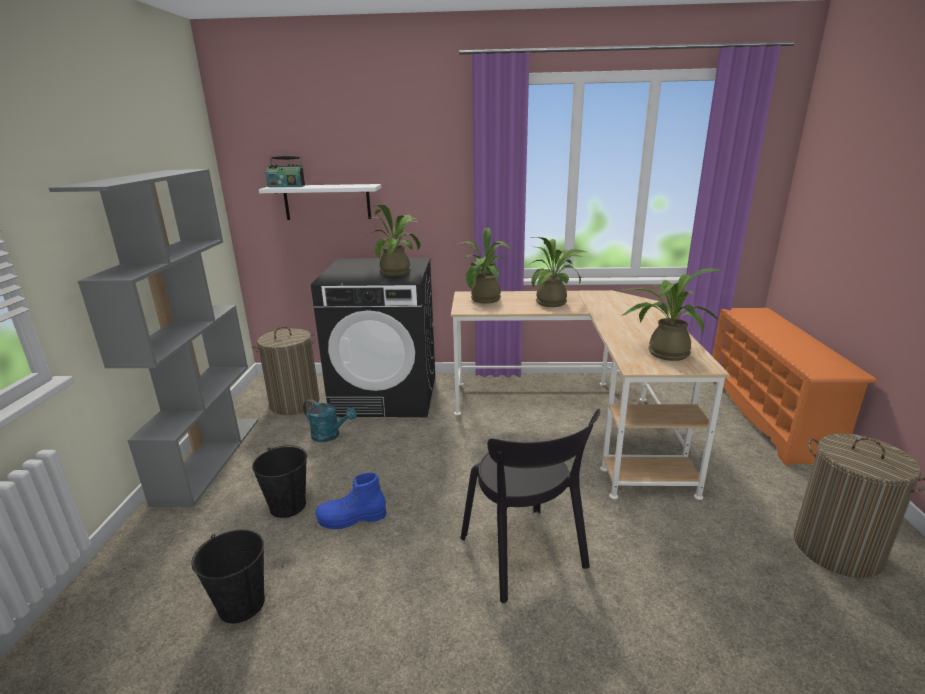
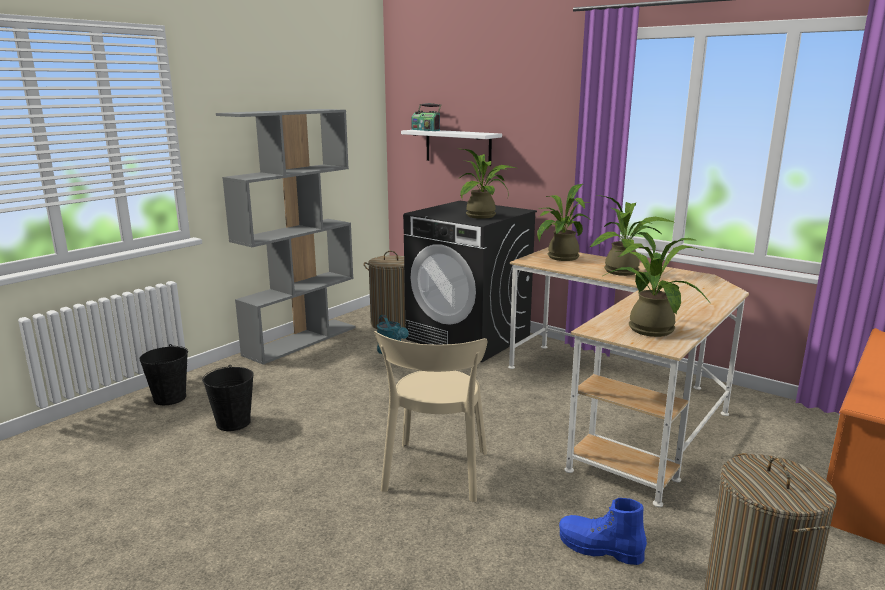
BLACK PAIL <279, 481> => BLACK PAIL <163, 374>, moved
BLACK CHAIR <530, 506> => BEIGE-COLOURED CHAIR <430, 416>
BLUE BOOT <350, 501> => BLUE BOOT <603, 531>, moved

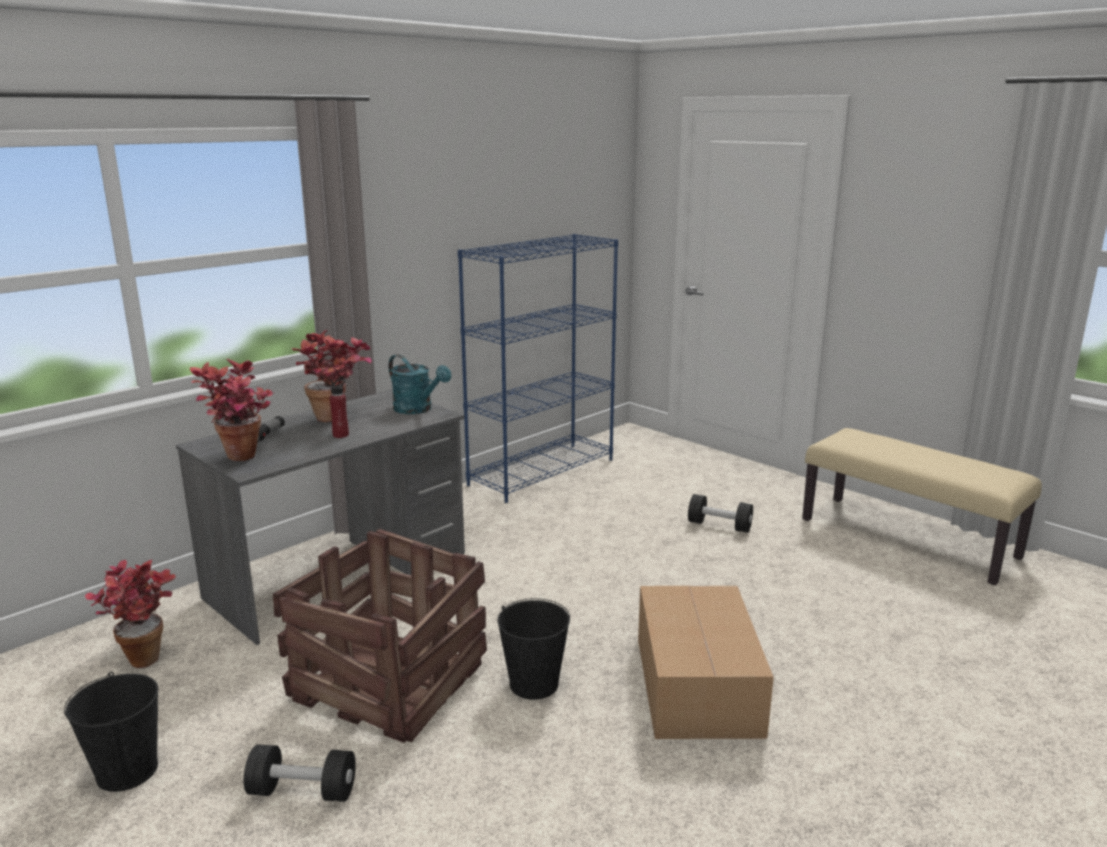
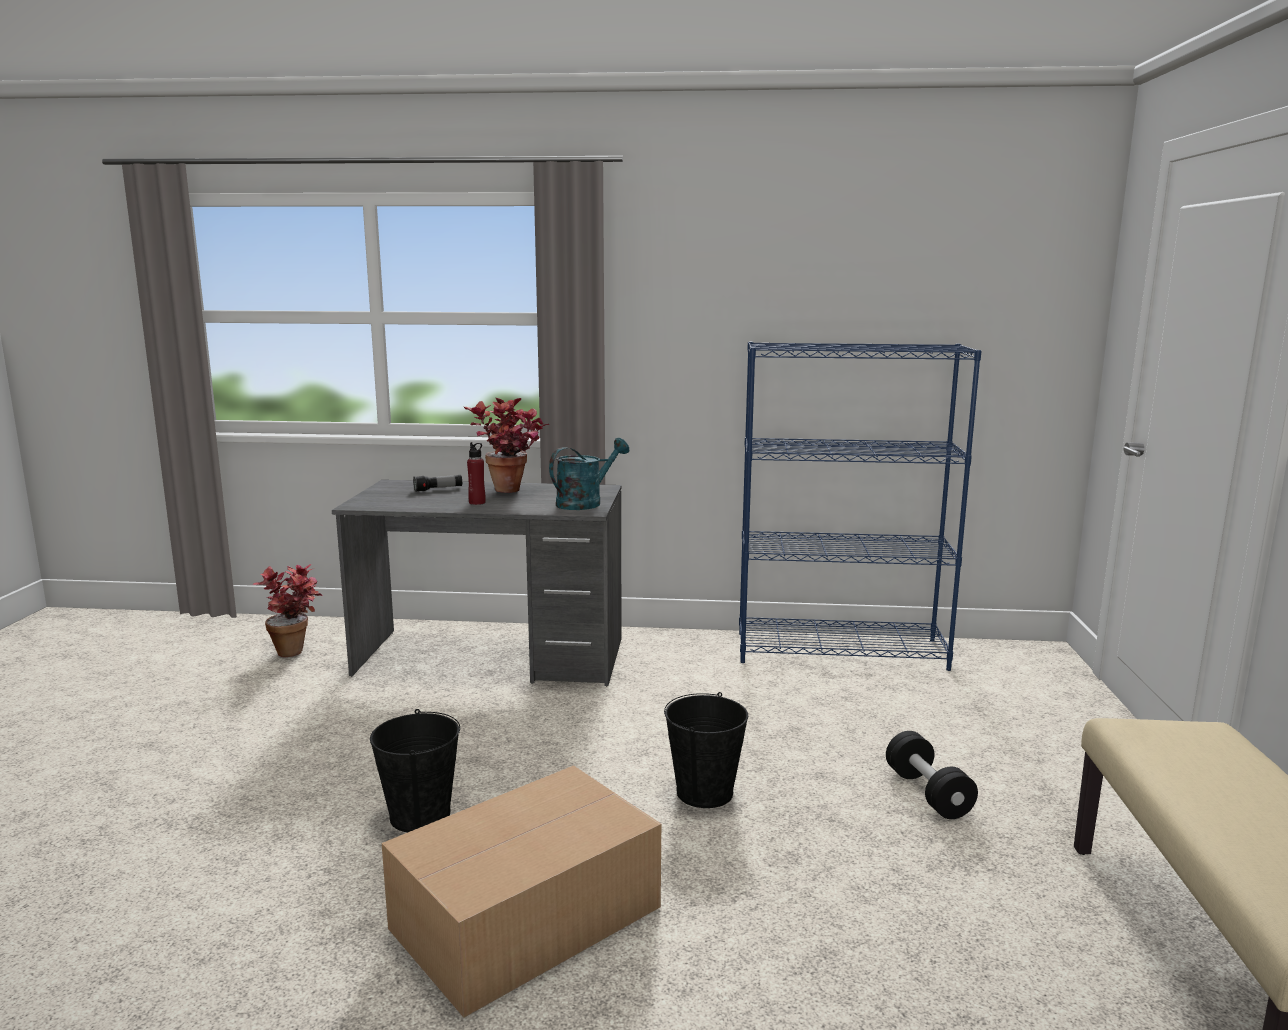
BLUE-GREEN WATERING CAN <419, 384> => BLUE-GREEN WATERING CAN <589, 474>, 135 degrees counterclockwise
BLACK PAIL <111, 732> => BLACK PAIL <706, 750>, moved
PLANT IN A POT <232, 409> => nothing
BLACK FREE WEIGHT <300, 773> => nothing
SHIPPING CRATE <380, 635> => nothing

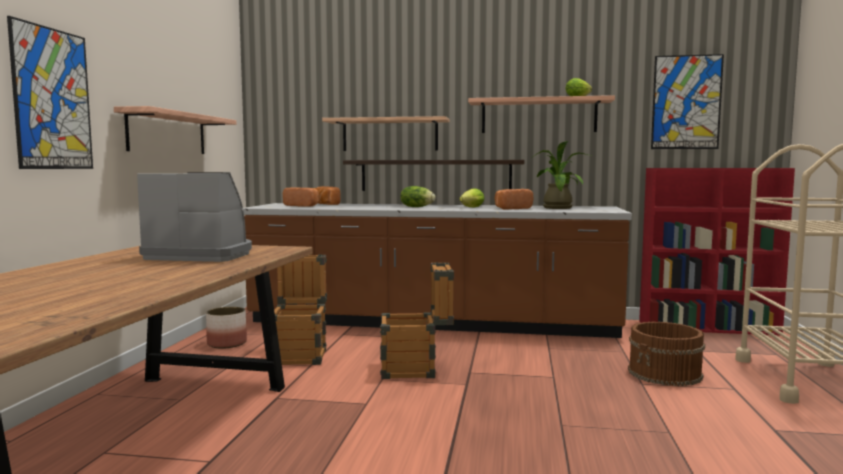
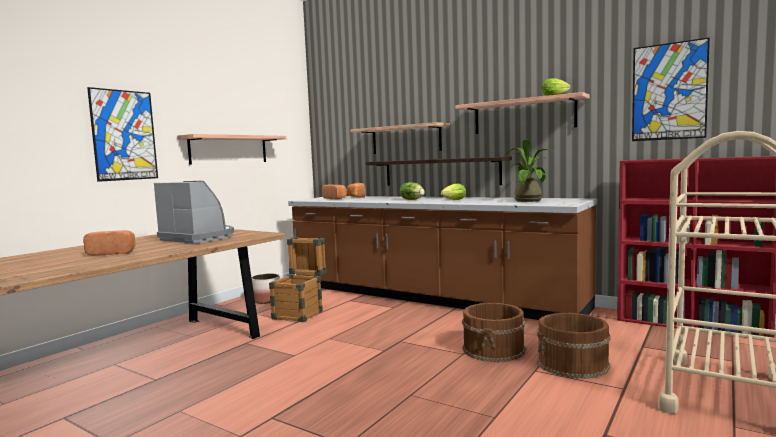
BAKERY BREAD <514, 199> => BAKERY BREAD <109, 242>, moved
nothing => BROWN-COLOURED PAIL <493, 332>
SHIPPING CRATE <417, 320> => nothing

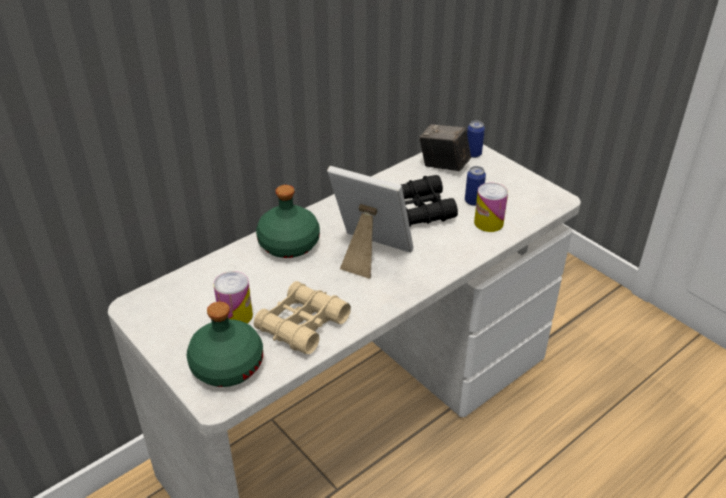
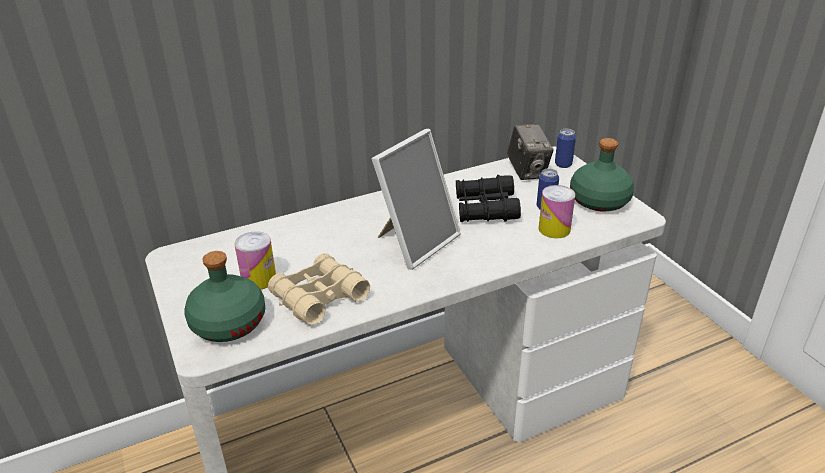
PICTURE FRAME <370, 222> => PICTURE FRAME <416, 199>, 90 degrees clockwise
STILL CAMERA <445, 147> => STILL CAMERA <530, 152>, 150 degrees counterclockwise
GREENISH DRINK BOTTLE <288, 221> => GREENISH DRINK BOTTLE <602, 175>, moved

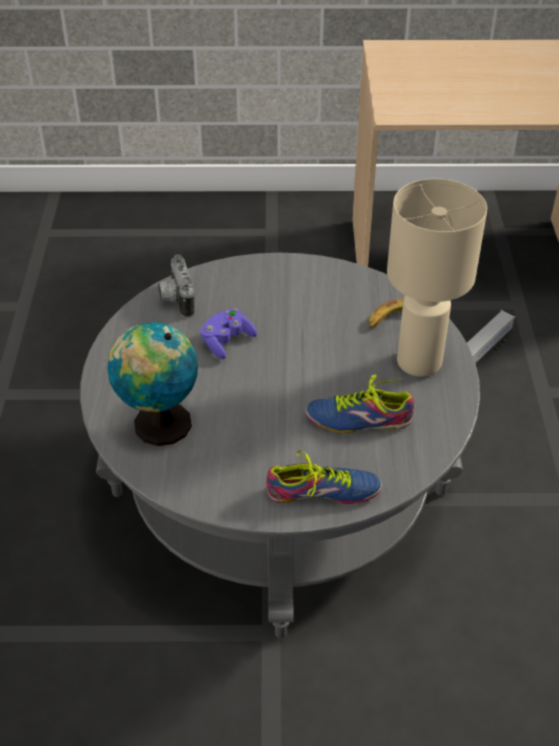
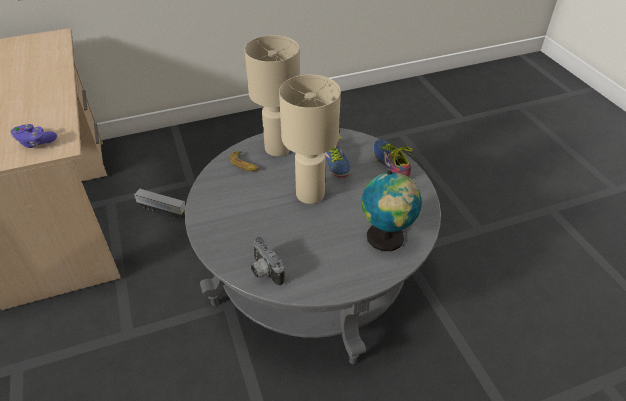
PURPLE GAMEPAD <228, 333> => PURPLE GAMEPAD <34, 136>, moved
STILL CAMERA <176, 286> => STILL CAMERA <268, 261>, 90 degrees clockwise
nothing => BEIGE-COLOURED TABLETOP LAMP <310, 139>

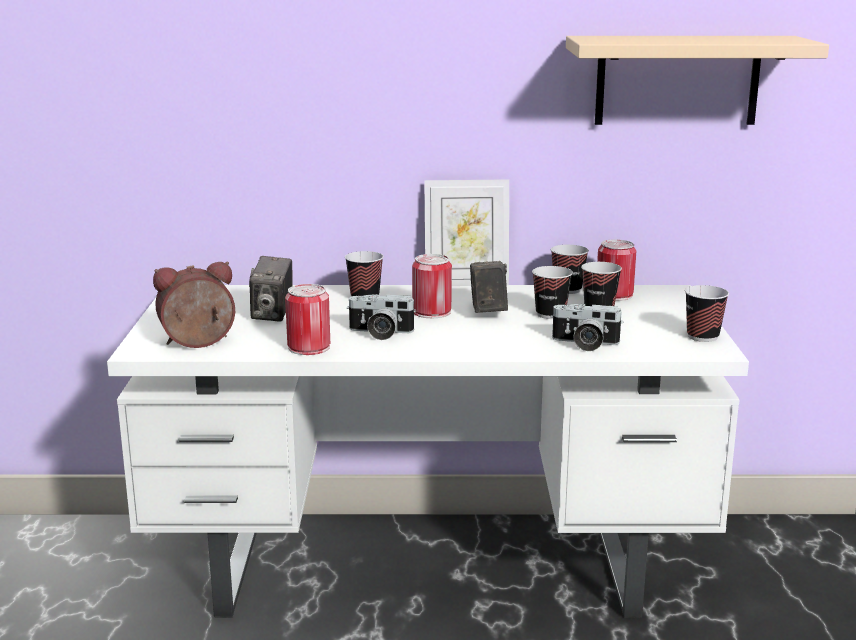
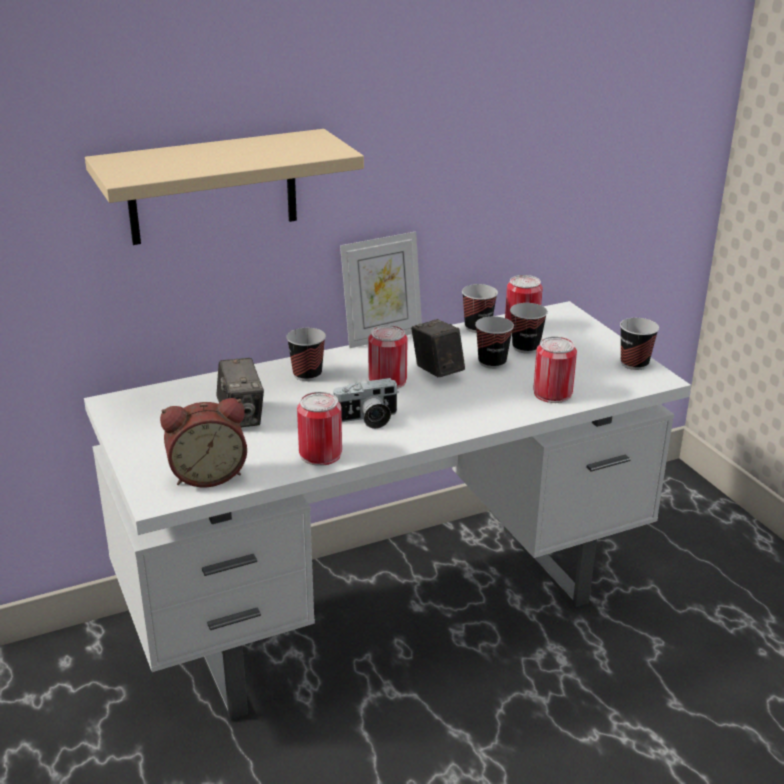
BEIGE-COLOURED SHELF <697, 80> => BEIGE-COLOURED SHELF <224, 187>, moved
TABLE CLOCK <194, 304> => TABLE CLOCK <203, 442>, 150 degrees counterclockwise
STILL CAMERA <587, 327> => METAL CAN <555, 369>

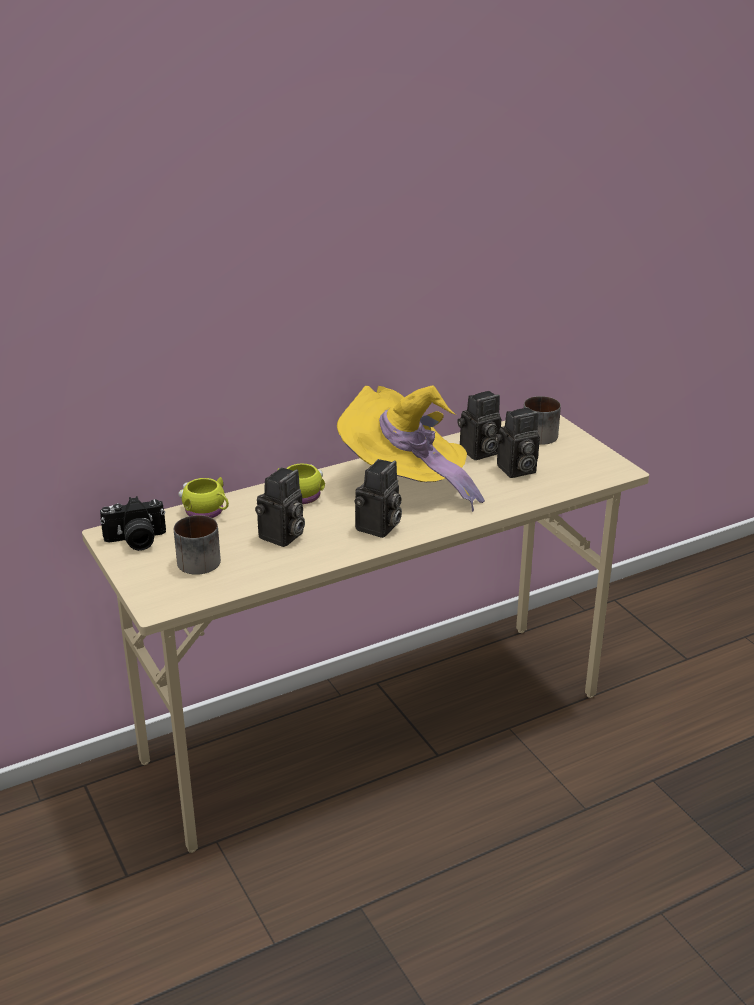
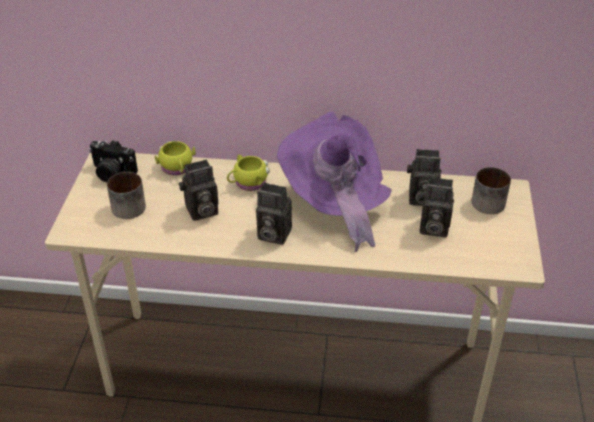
STILL CAMERA <378, 498> => STILL CAMERA <274, 213>, 45 degrees clockwise
YELLOWISH CLOTHING HAT <411, 449> => PURPLE CLOTHING HAT <334, 181>

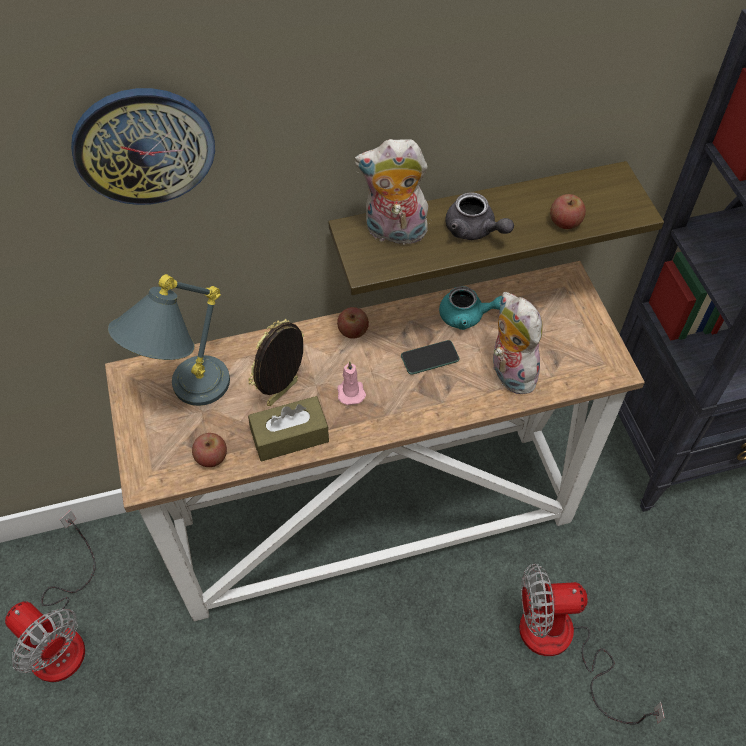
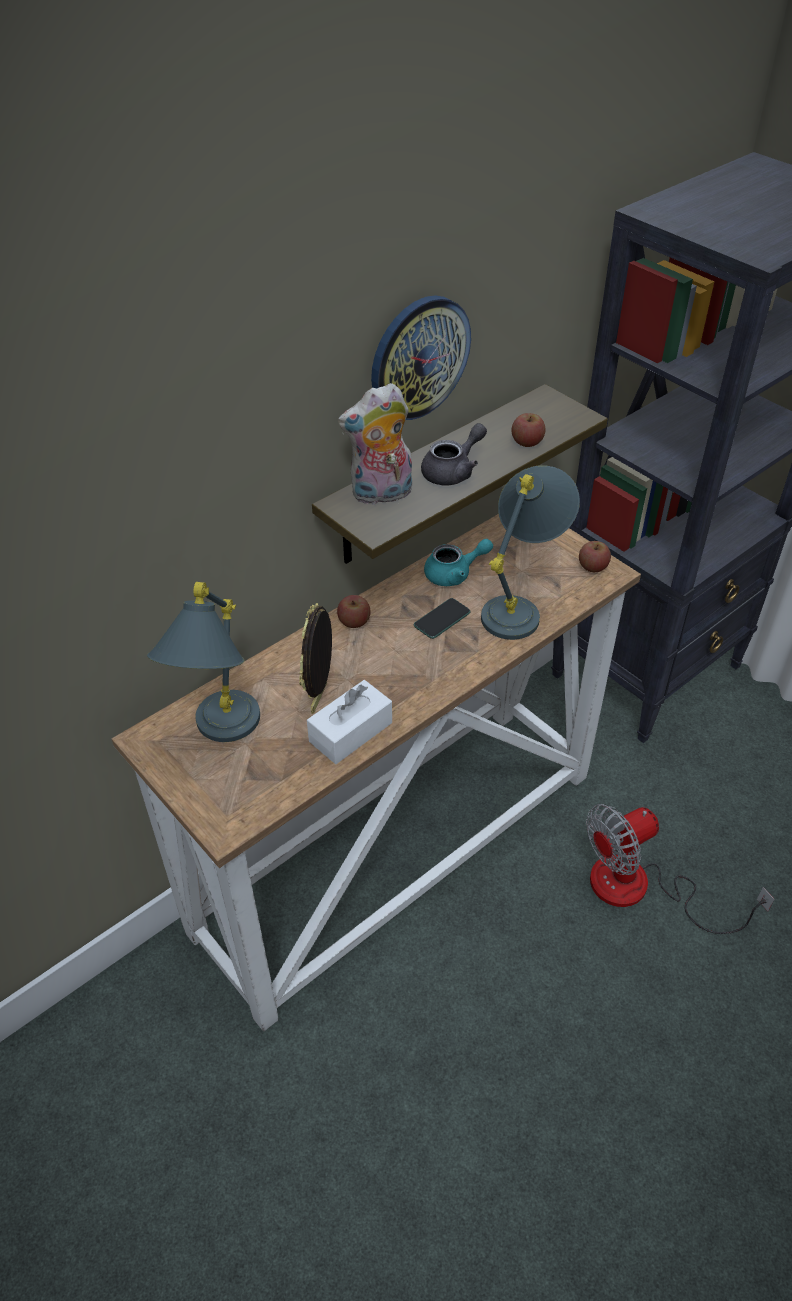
BROWN-COLOURED BOX OF TISSUES <288, 429> => WHITISH BOX OF TISSUES <349, 722>
WALL CLOCK <143, 146> => WALL CLOCK <421, 357>, moved
GREY TEAPOT <479, 216> => GREY TEAPOT <454, 454>, 60 degrees counterclockwise
CUDDLY TOY <518, 343> => GREY TABLETOP LAMP <530, 552>
APPLE <209, 450> => APPLE <595, 556>, moved
ELECTRIC FAN <50, 596> => nothing
PINKISH CANDLE <351, 383> => nothing

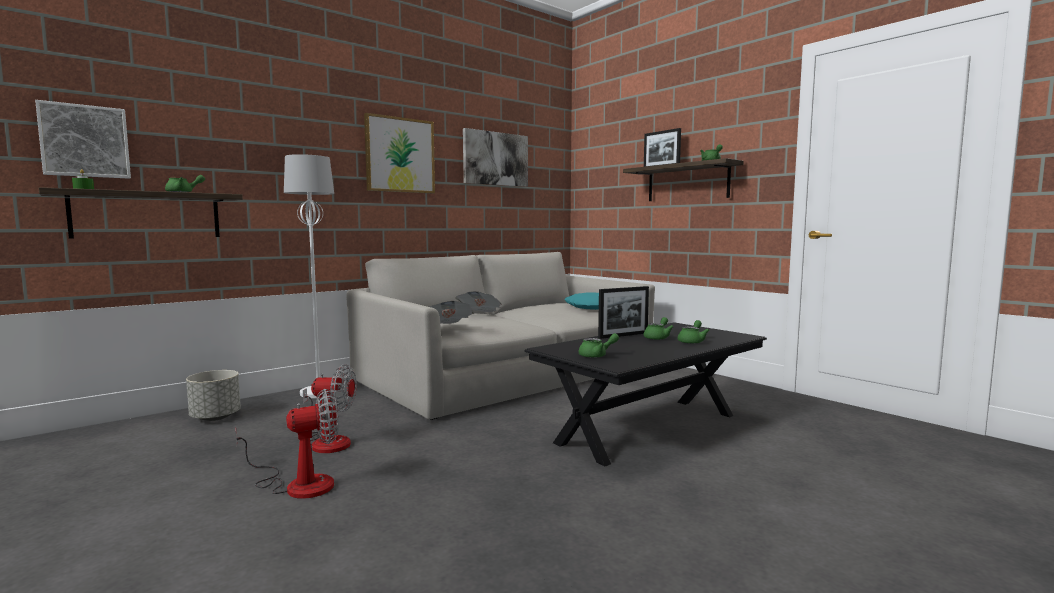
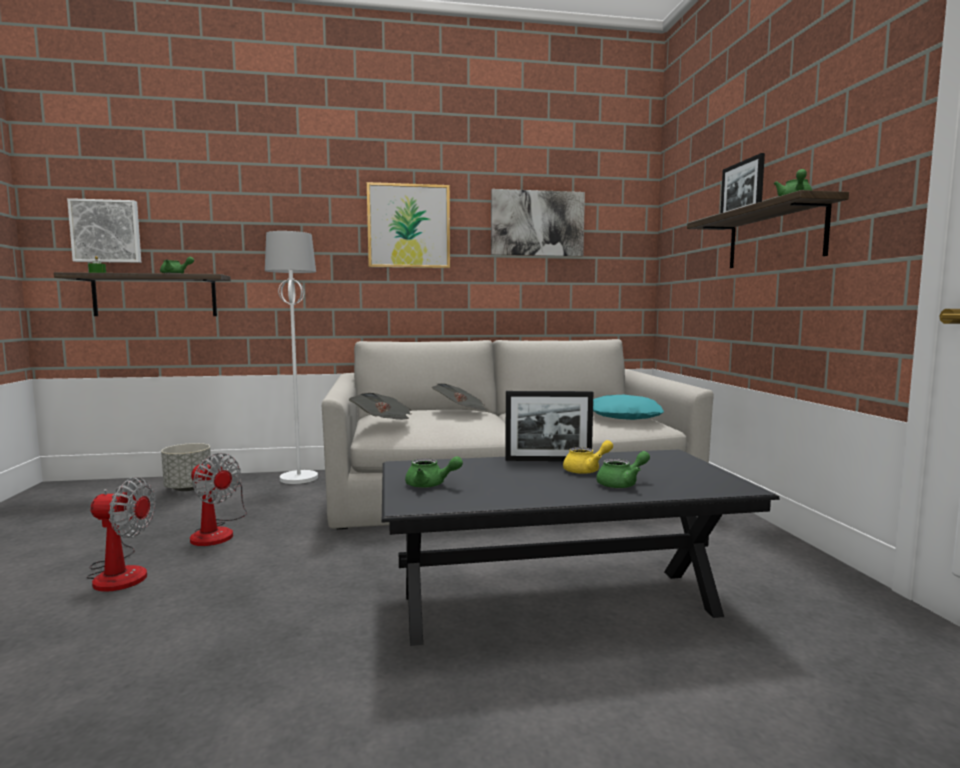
GREENISH TEAPOT <658, 328> => YELLOWISH TEAPOT <588, 457>

